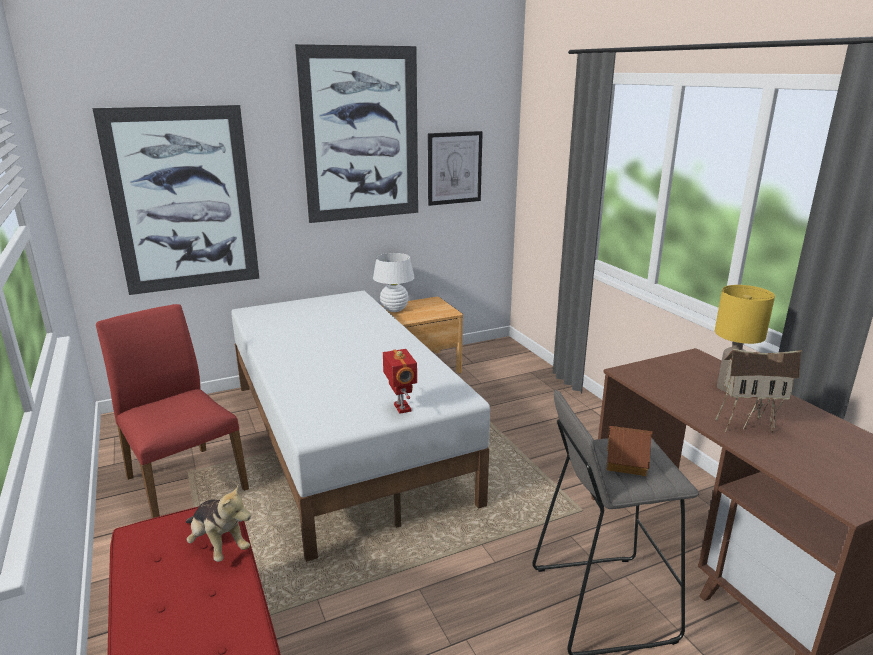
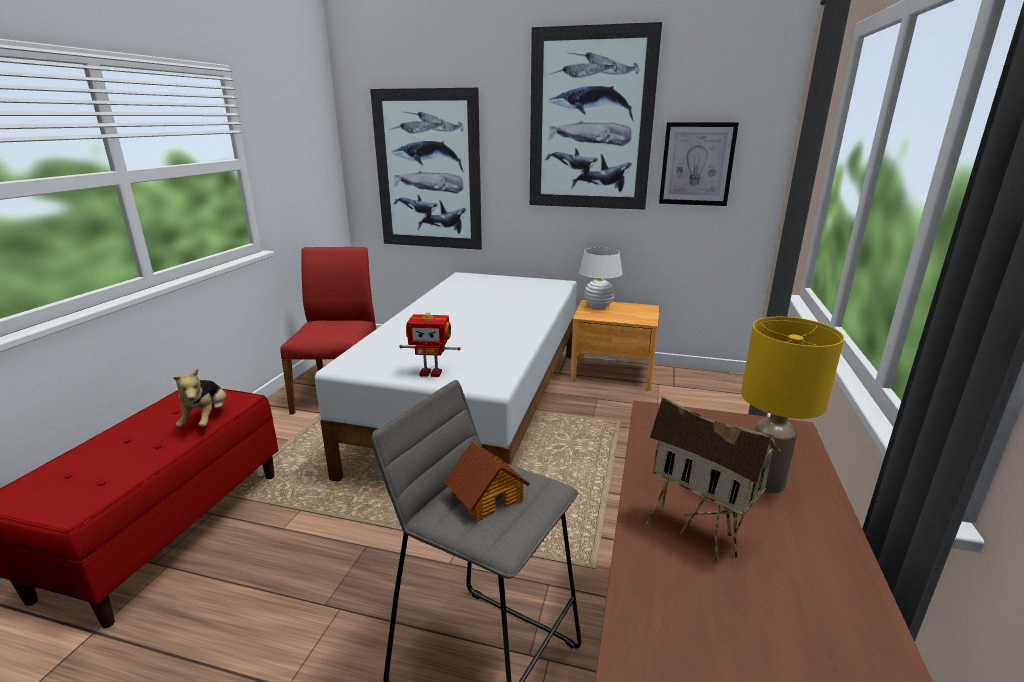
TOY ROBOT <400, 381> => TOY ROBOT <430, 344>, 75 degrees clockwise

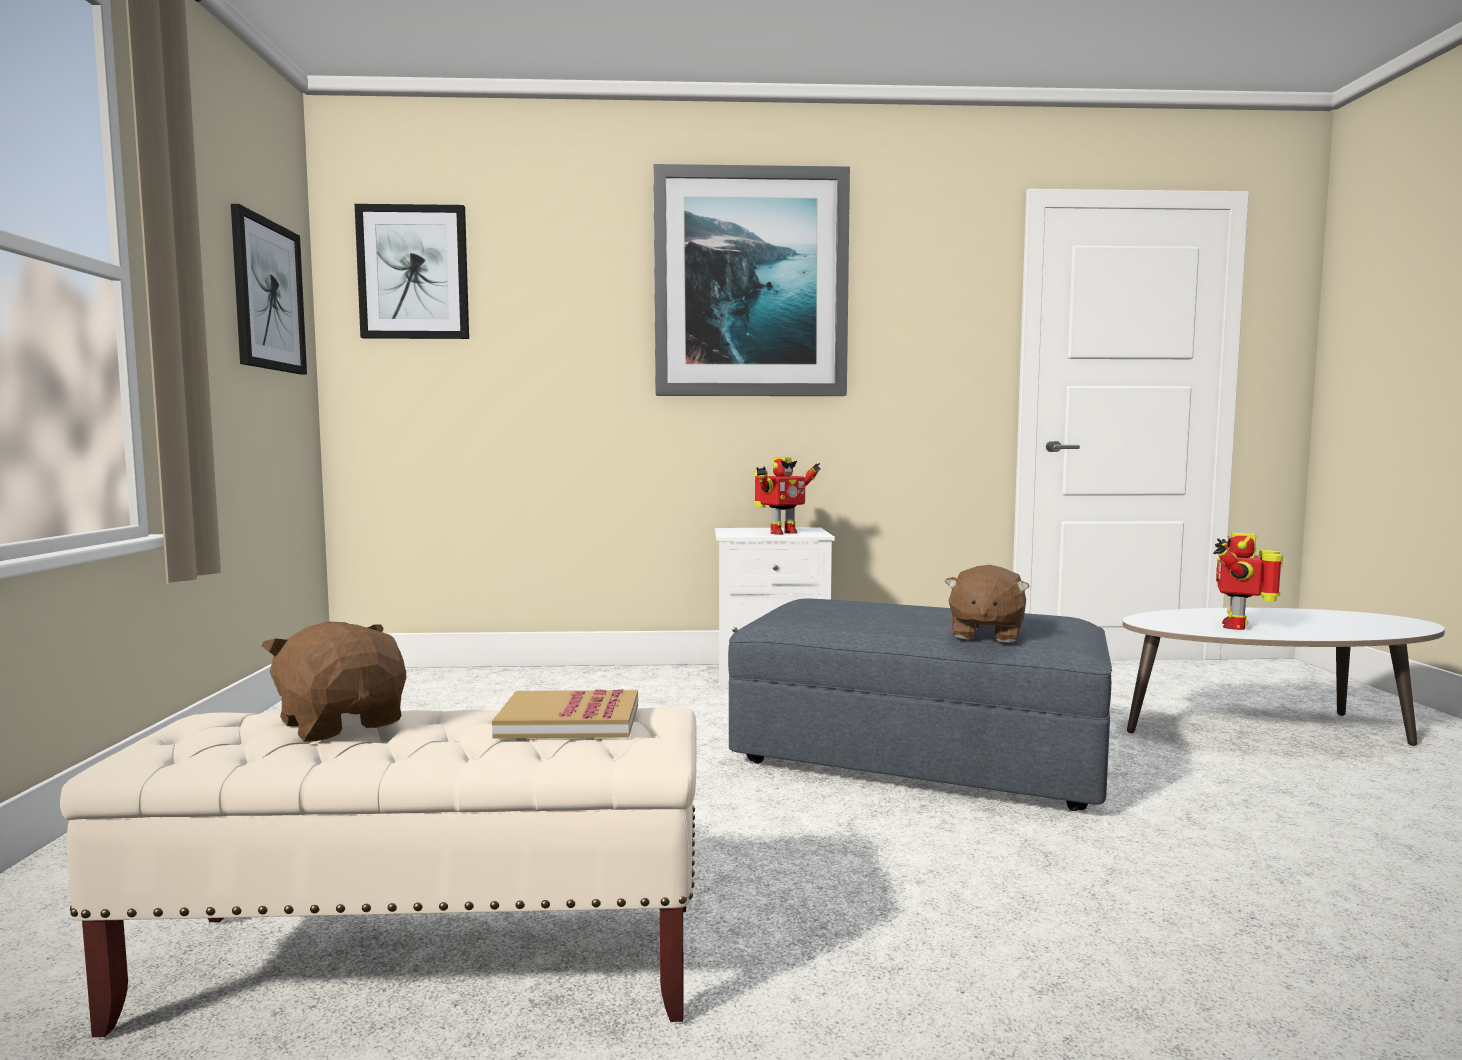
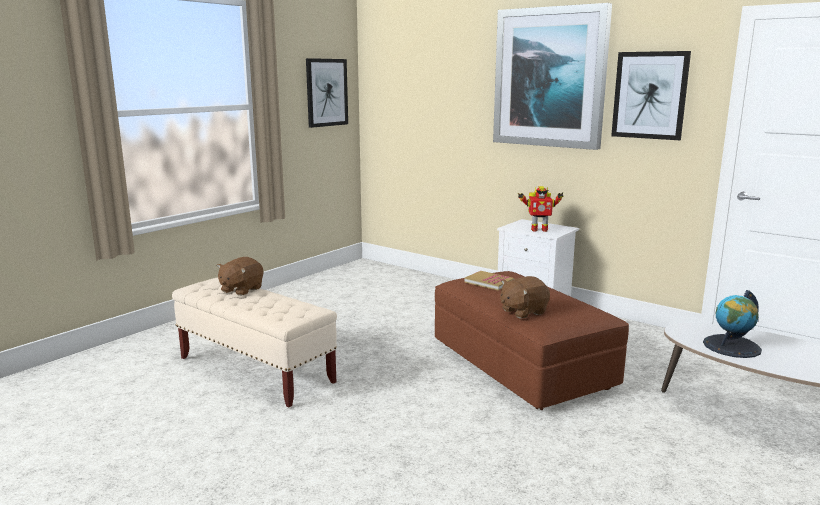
BROWN-COLOURED CUDDLY TOY <334, 681> => BROWN-COLOURED CUDDLY TOY <240, 276>, 150 degrees counterclockwise
GREY FOOTREST <920, 704> => BROWN-COLOURED FOOTREST <532, 340>
BOOK <565, 714> => BOOK <489, 281>, moved
WALL PICTURE <412, 271> => WALL PICTURE <651, 95>, moved
TOY ROBOT <1248, 581> => GLOBE <732, 324>

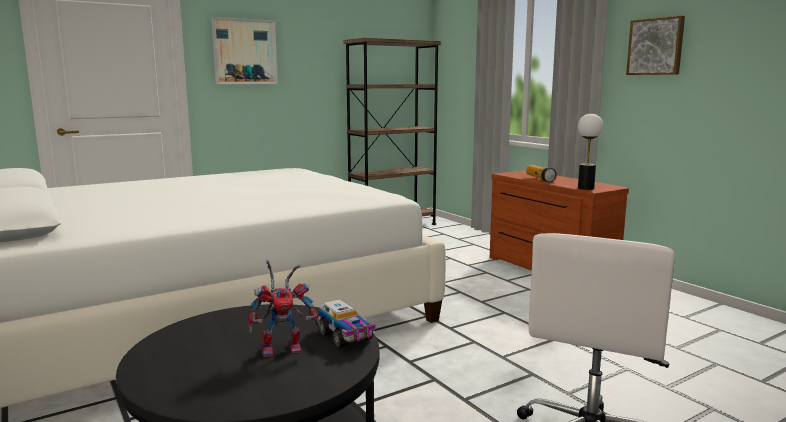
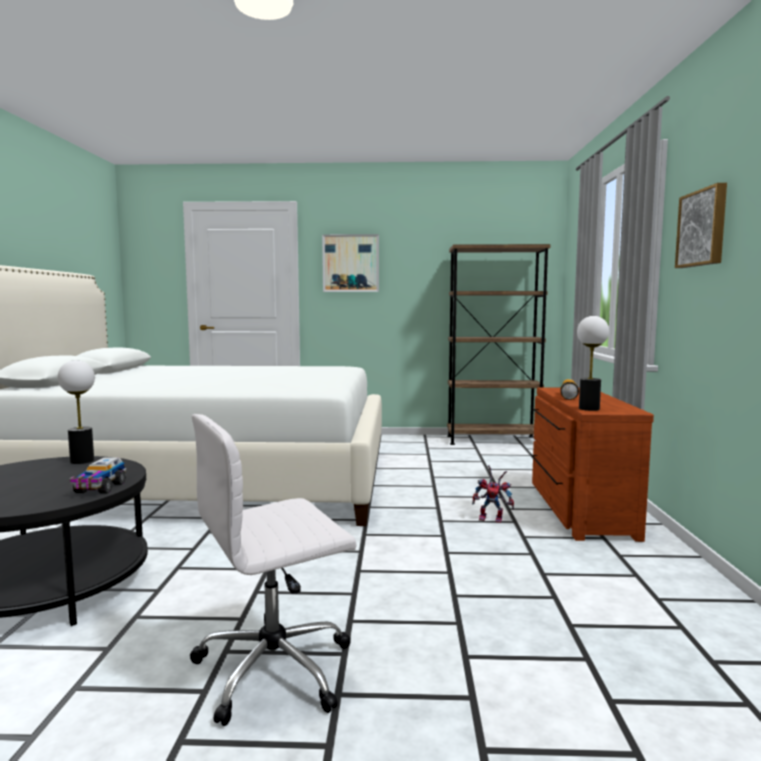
nothing => TABLETOP LAMP <76, 412>
TOY ROBOT <284, 308> => TOY ROBOT <493, 494>, moved

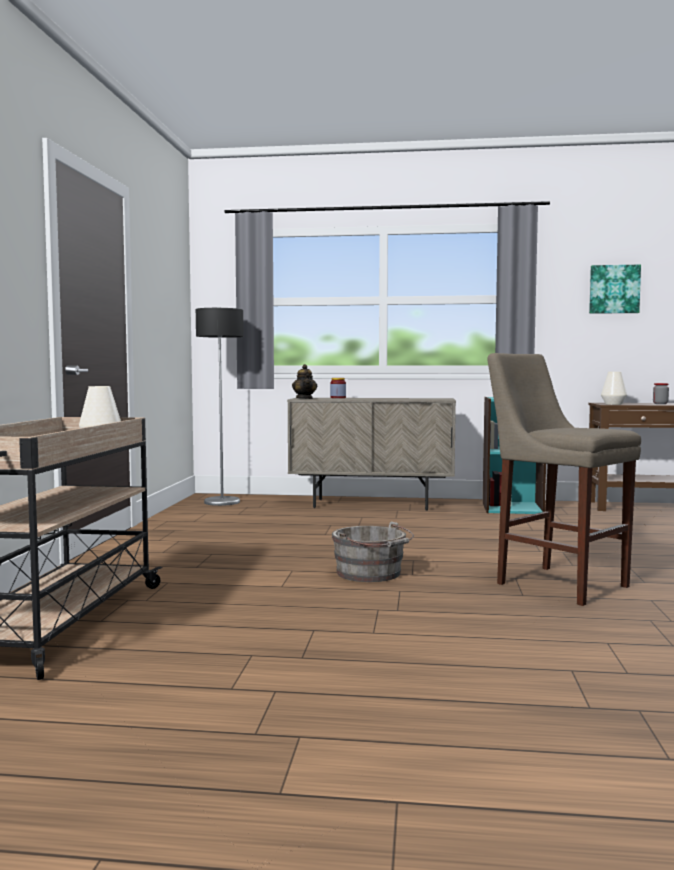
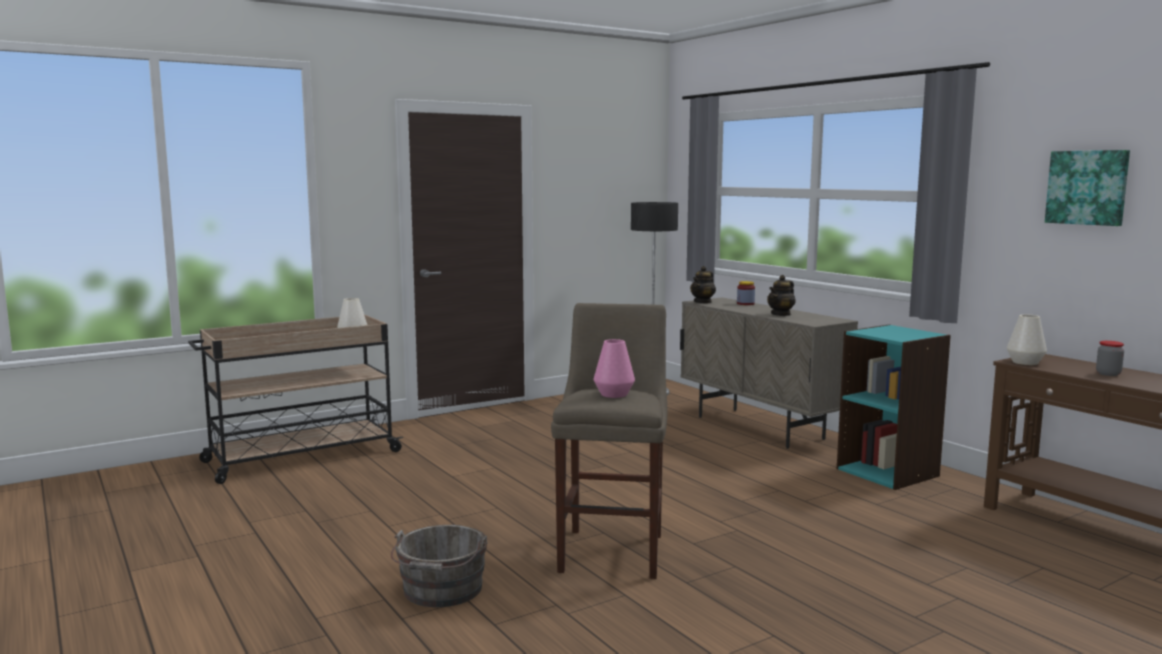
GREY PAIL <373, 552> => GREY PAIL <439, 566>, moved
nothing => PINKISH DECORATIVE VASE <614, 368>
nothing => TEAPOT <781, 295>

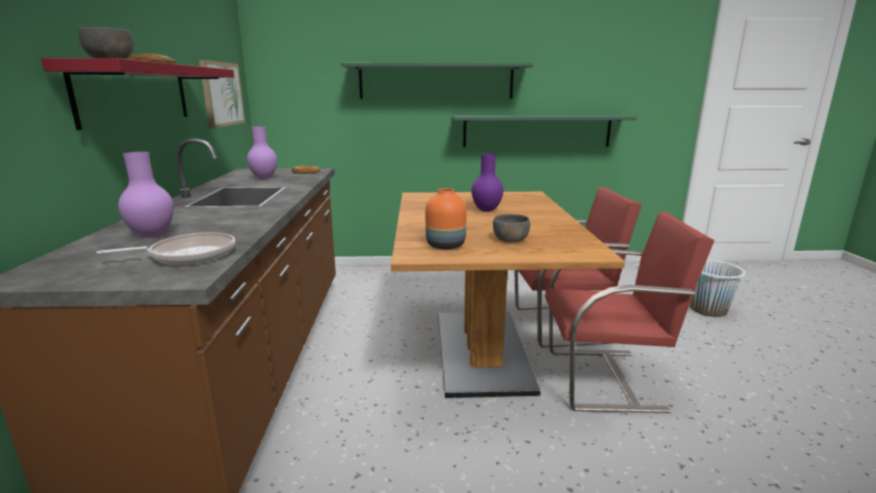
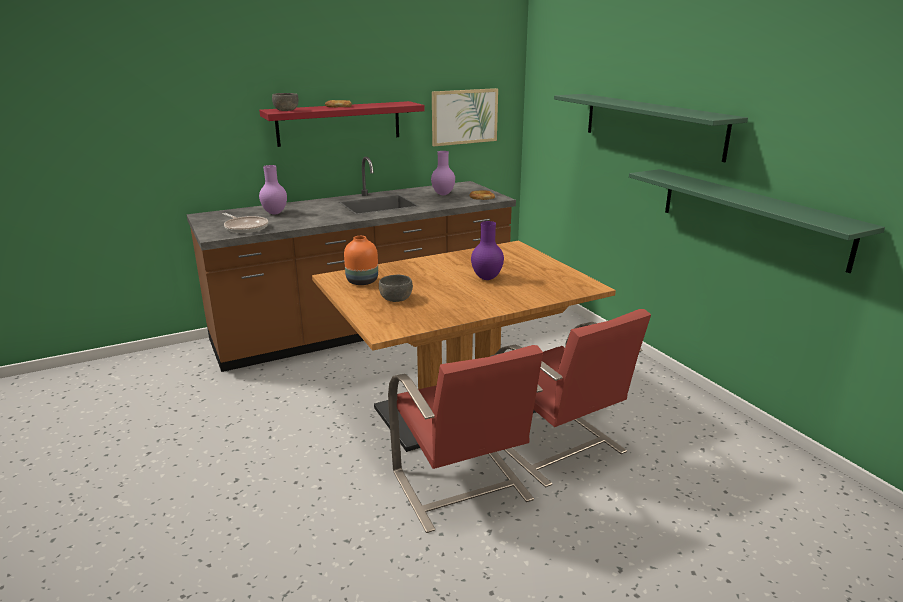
WHITISH PAIL <717, 288> => nothing

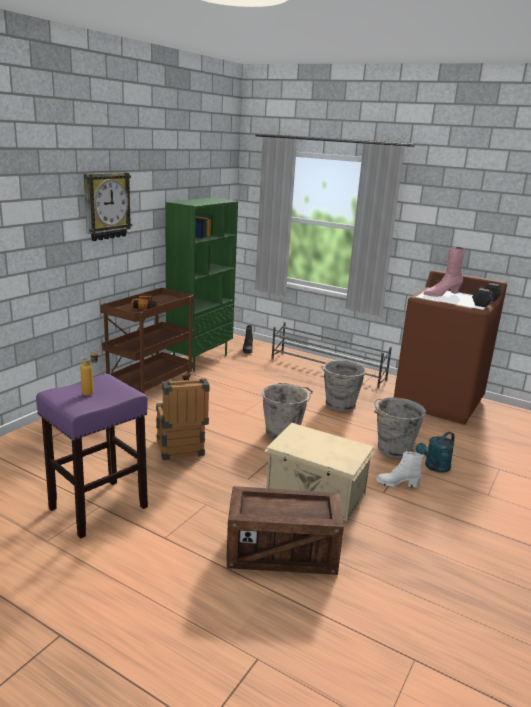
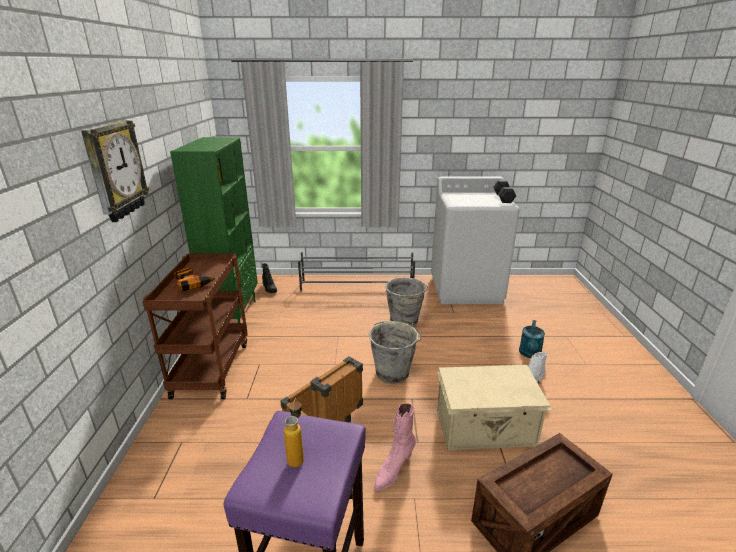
PINKISH BOOT <444, 272> => PINKISH BOOT <395, 446>, moved
BROWN-COLOURED LAUNDRY MACHINE <450, 347> => WHITISH LAUNDRY MACHINE <475, 240>
GREY PAIL <400, 428> => nothing

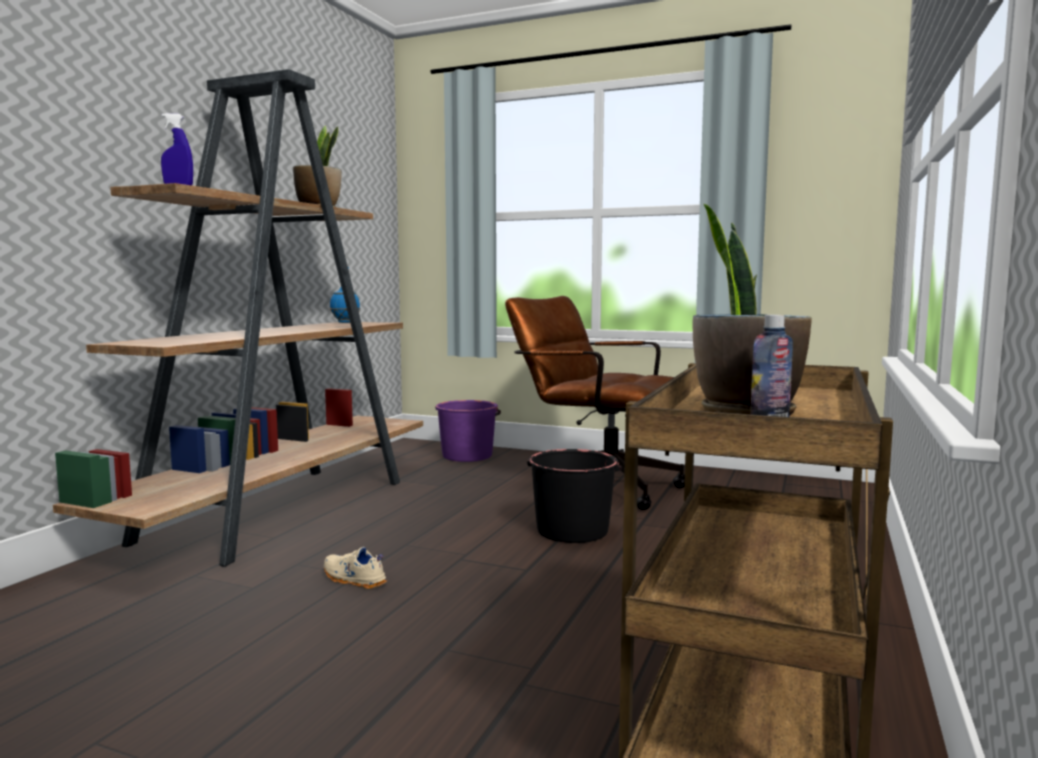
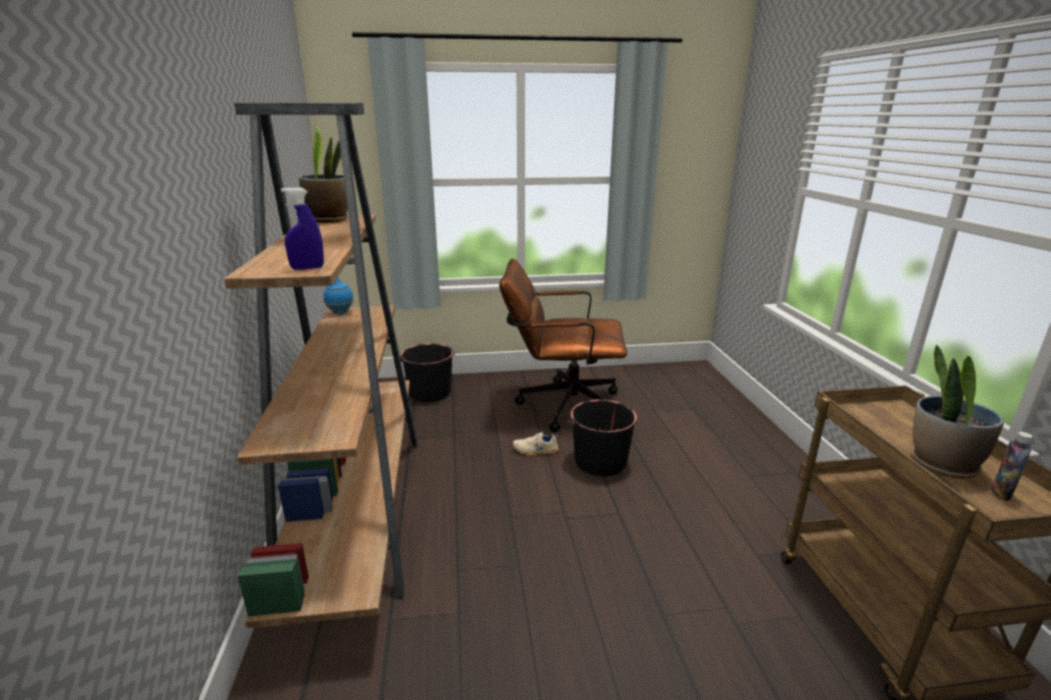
PURPLE PAIL <468, 431> => BLACK PAIL <427, 372>
BEIGE-COLOURED ITEM OF FOOTWEAR <355, 568> => BEIGE-COLOURED ITEM OF FOOTWEAR <536, 444>, moved

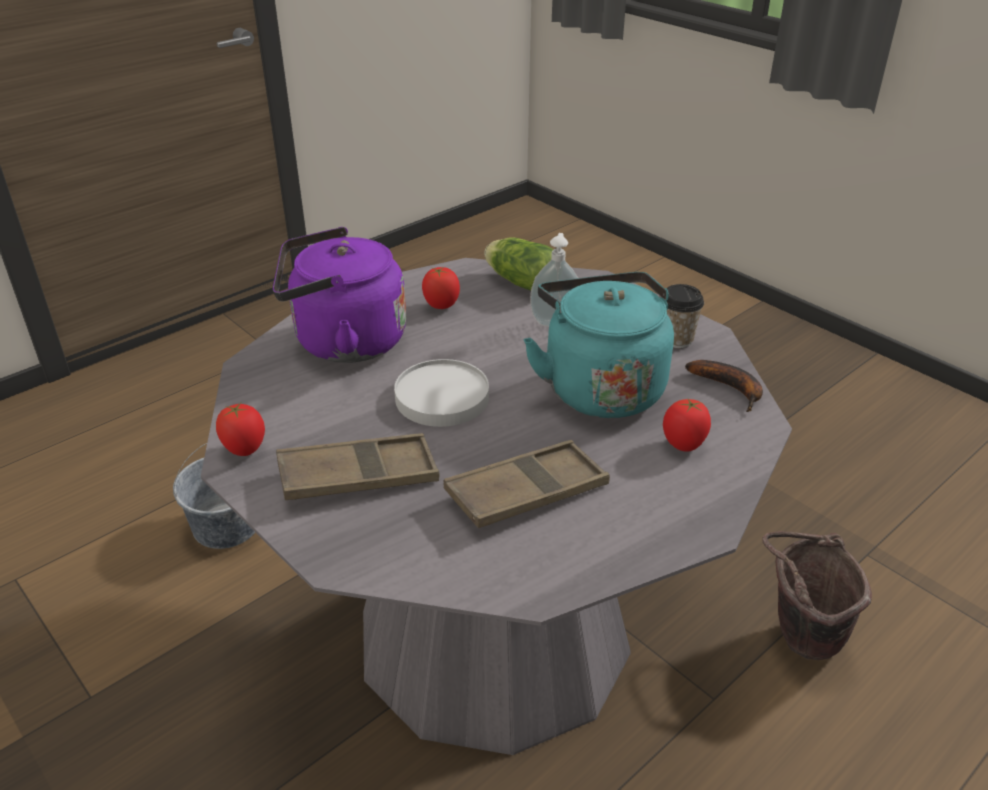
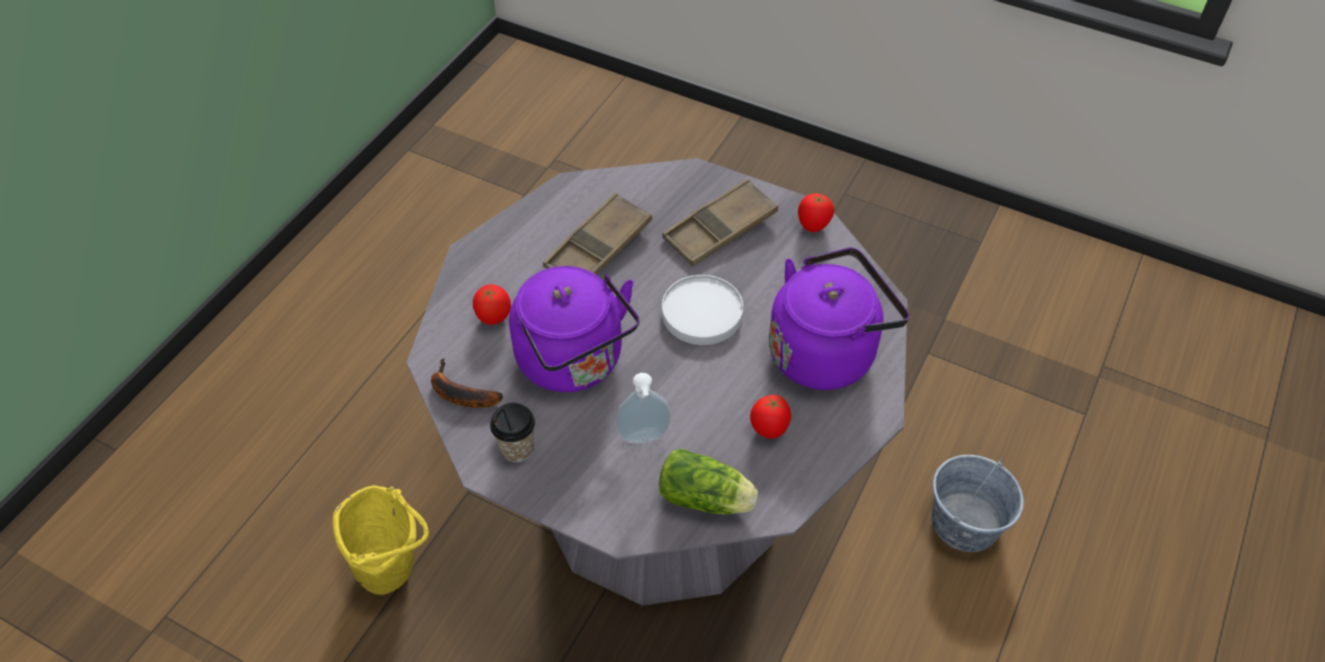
BROWN-COLOURED PAIL <817, 595> => YELLOWISH PAIL <381, 540>
BLUE-GREEN TEA KETTLE <598, 345> => PURPLE TEA KETTLE <574, 329>

